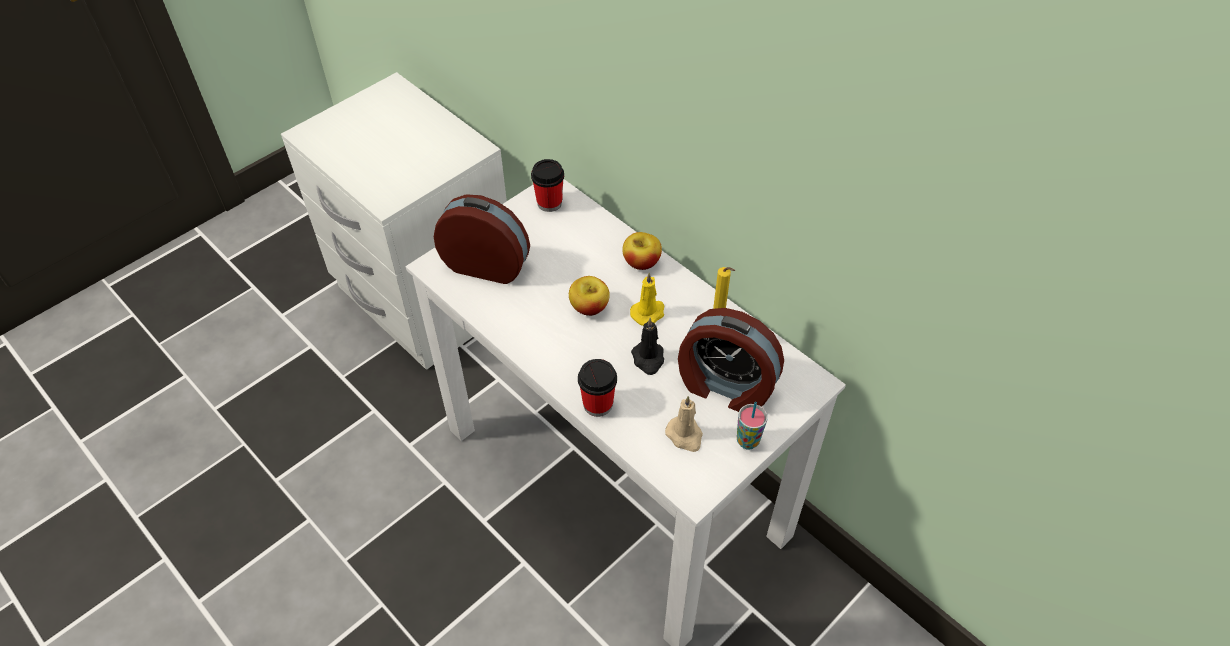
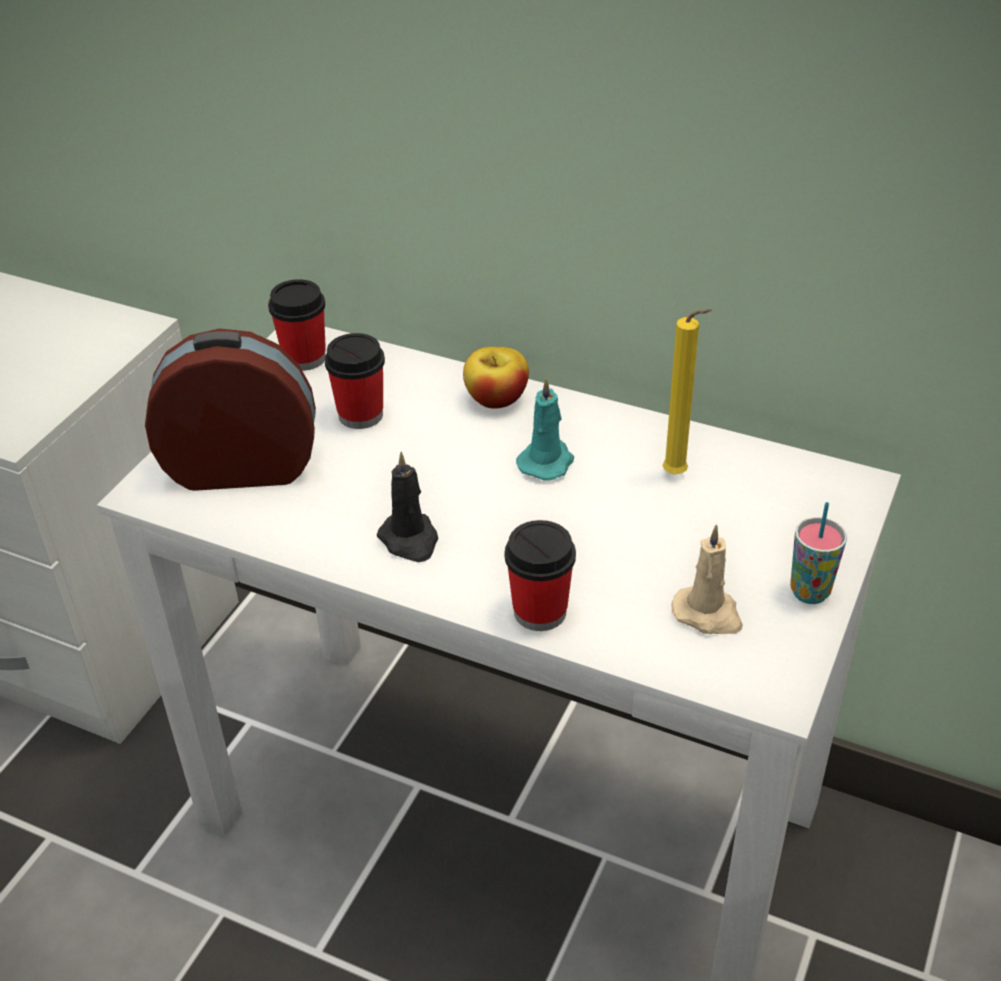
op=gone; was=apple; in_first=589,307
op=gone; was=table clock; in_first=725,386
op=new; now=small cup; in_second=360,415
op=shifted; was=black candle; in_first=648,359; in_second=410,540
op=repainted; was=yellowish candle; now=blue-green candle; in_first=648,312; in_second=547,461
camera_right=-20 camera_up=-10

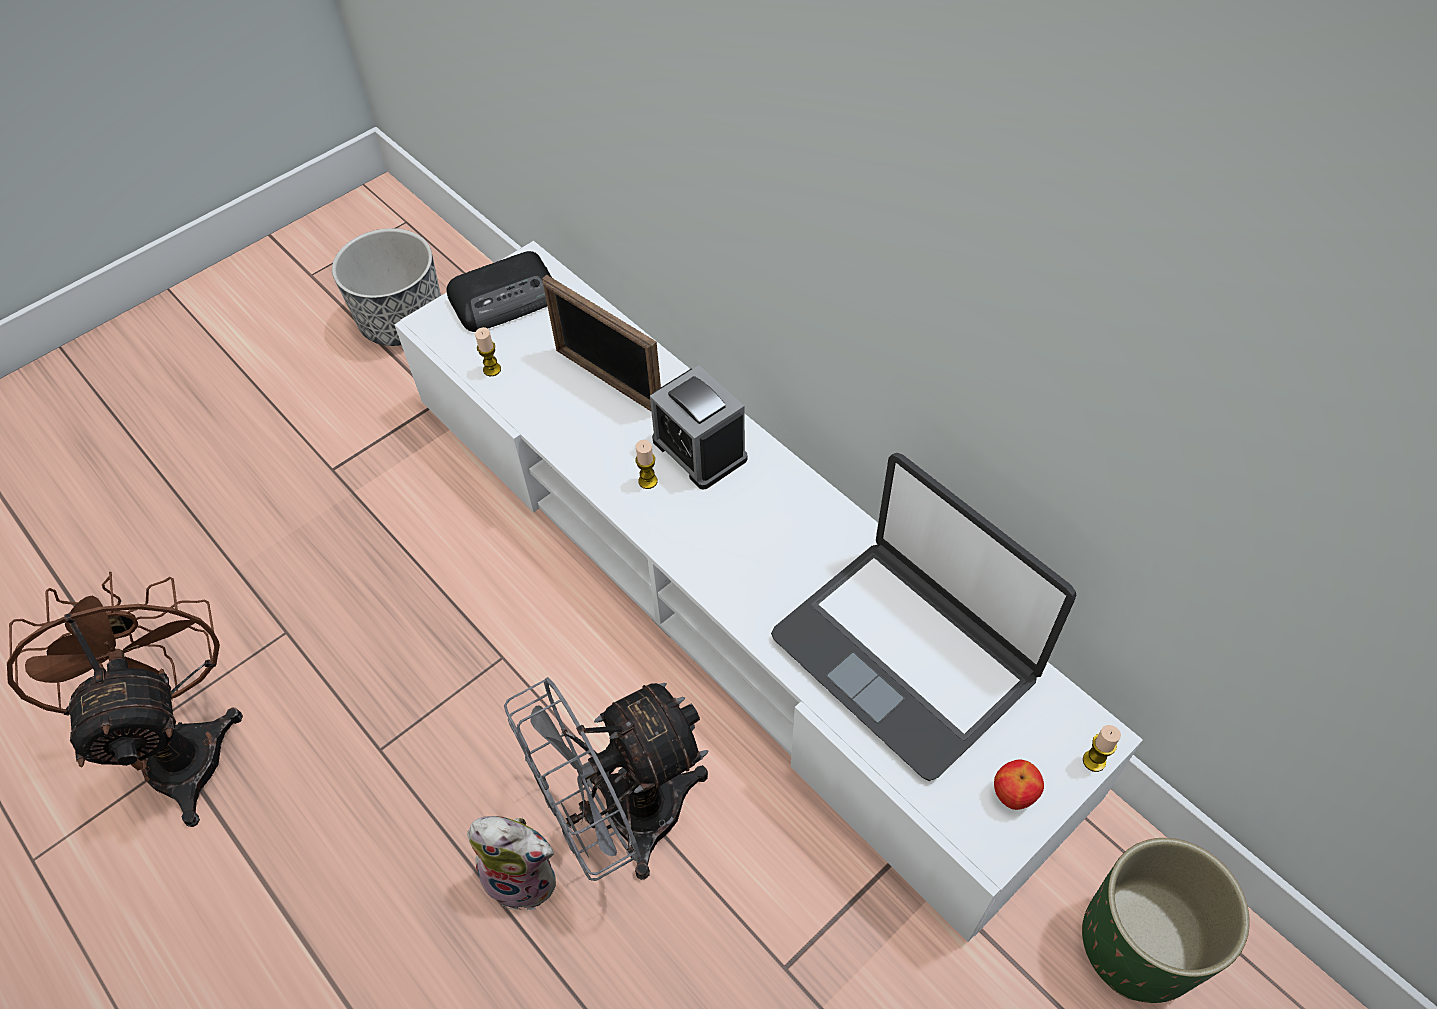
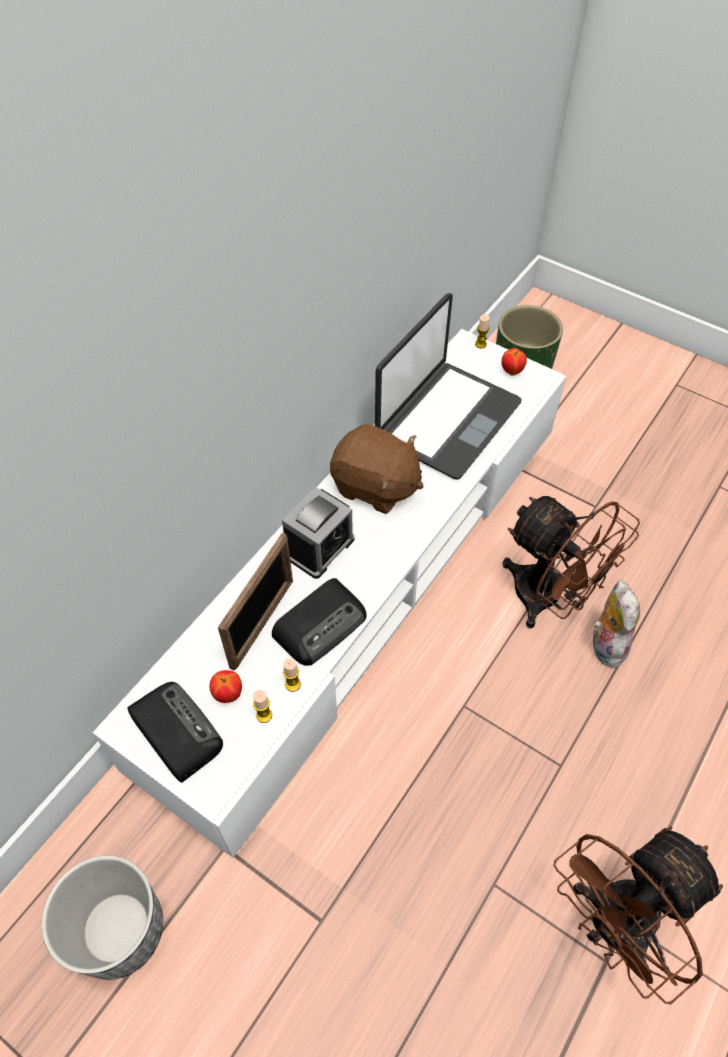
op=new; now=apple; in_second=228,694
op=new; now=radio set; in_second=321,624
op=new; now=brown cuddly toy; in_second=375,487
op=shifted; was=candle; in_first=648,481; in_second=293,684
op=repainted; was=greyish electric fan; now=brown electric fan; in_first=623,819; in_second=549,599
camera_right=-105 camera_up=0

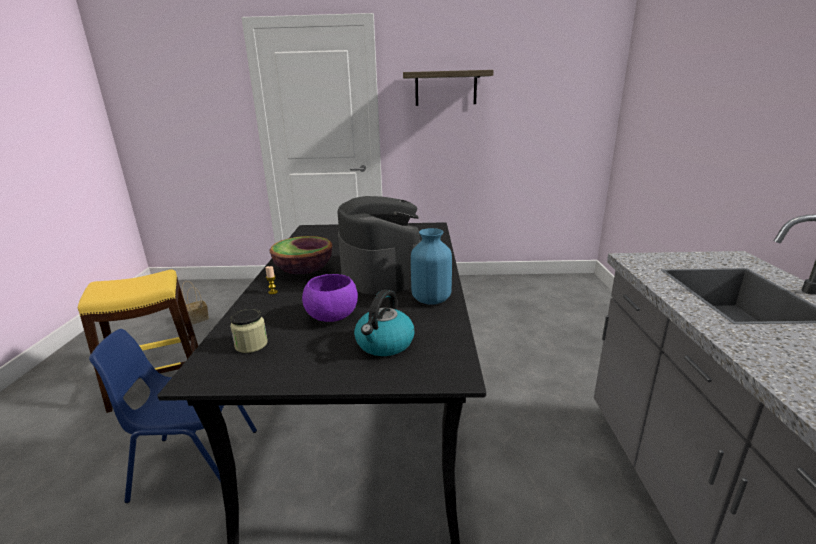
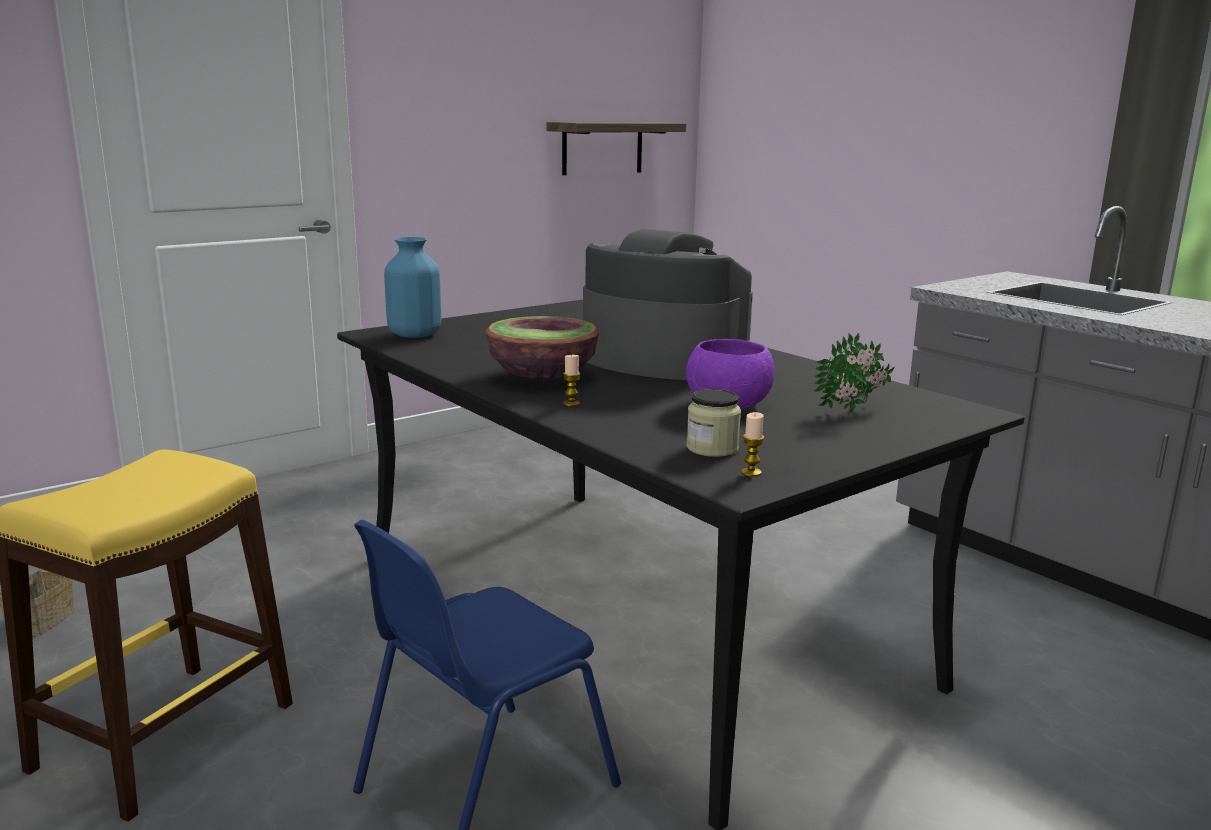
op=new; now=candle; in_second=751,473
op=shifted; was=bracket shelf; in_first=445,88; in_second=602,148
op=shifted; was=blue flower vase; in_first=431,299; in_second=414,335
op=swapped; was=water kettle; now=houseplant; in_first=384,344; in_second=855,410
camera_right=-40 camera_up=-5

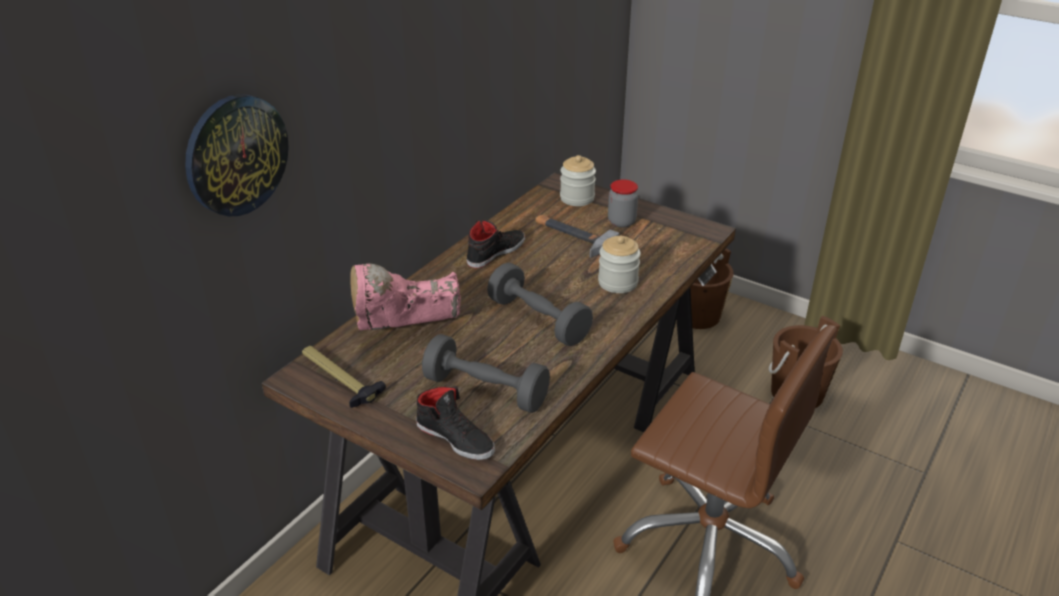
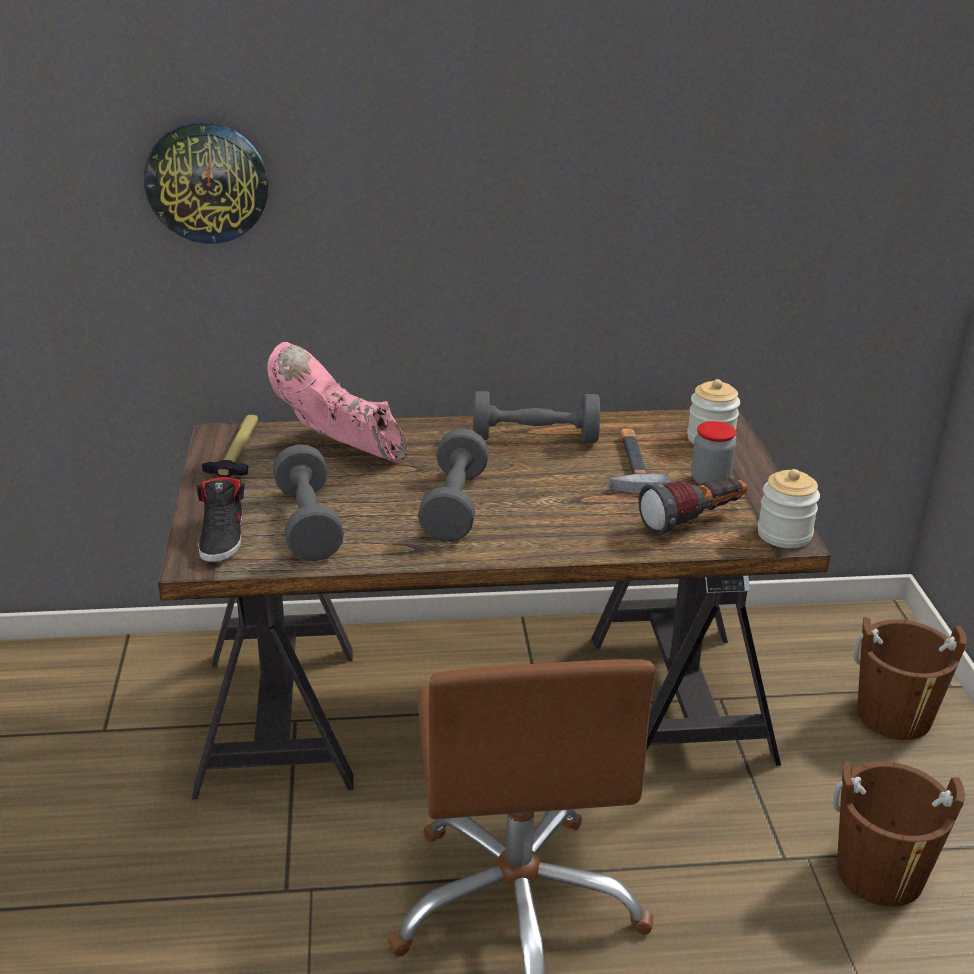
op=new; now=hand torch; in_second=694,521
op=shifted; was=storage jar; in_first=617,282; in_second=784,534
op=swapped; was=black low shoe; now=greyish dumbbell; in_first=495,252; in_second=535,438
camera_right=50 camera_up=-5

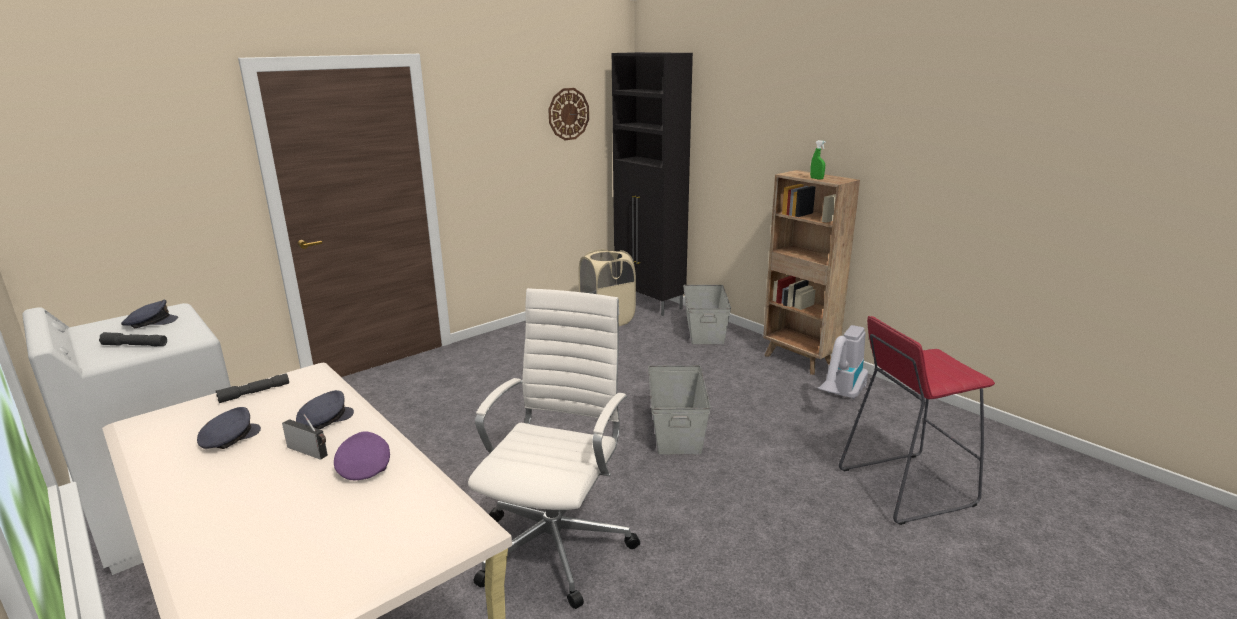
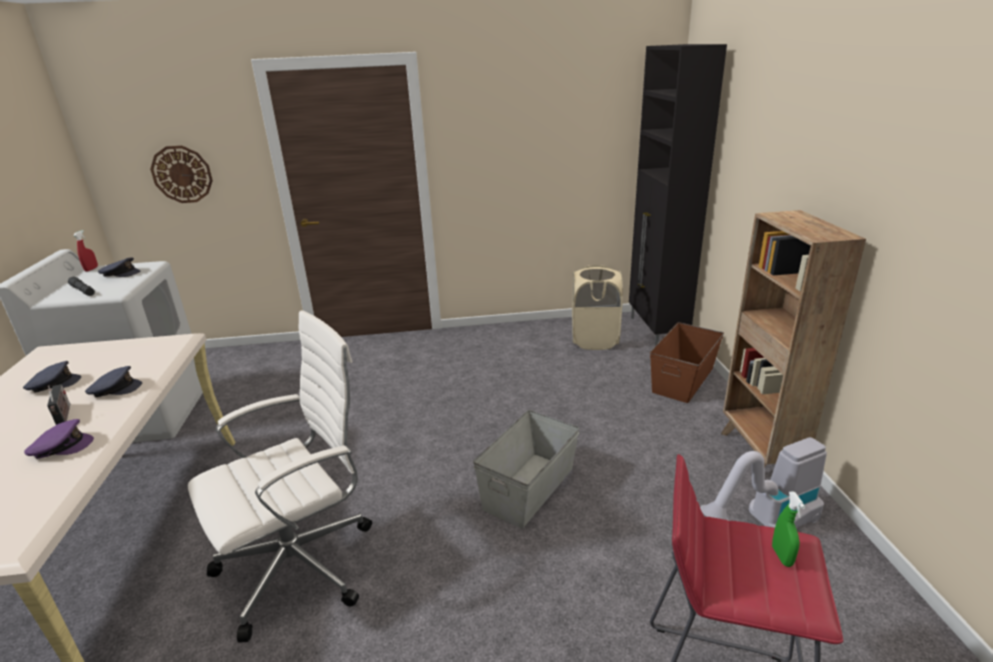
op=gone; was=greyish hand torch; in_first=254,393
op=new; now=reddish hand sprayer; in_second=91,269
op=shifted; was=clock on the wall; in_first=568,114; in_second=182,174
op=shifted; was=green-coloured hand sprayer; in_first=816,178; in_second=782,556
op=repainted; was=greyish storage box; now=brown storage box; in_first=705,330; in_second=683,380
op=rotated; was=purplish cap; in_first=364,467; in_second=61,447; clockwise=60
camera_right=35 camera_up=5

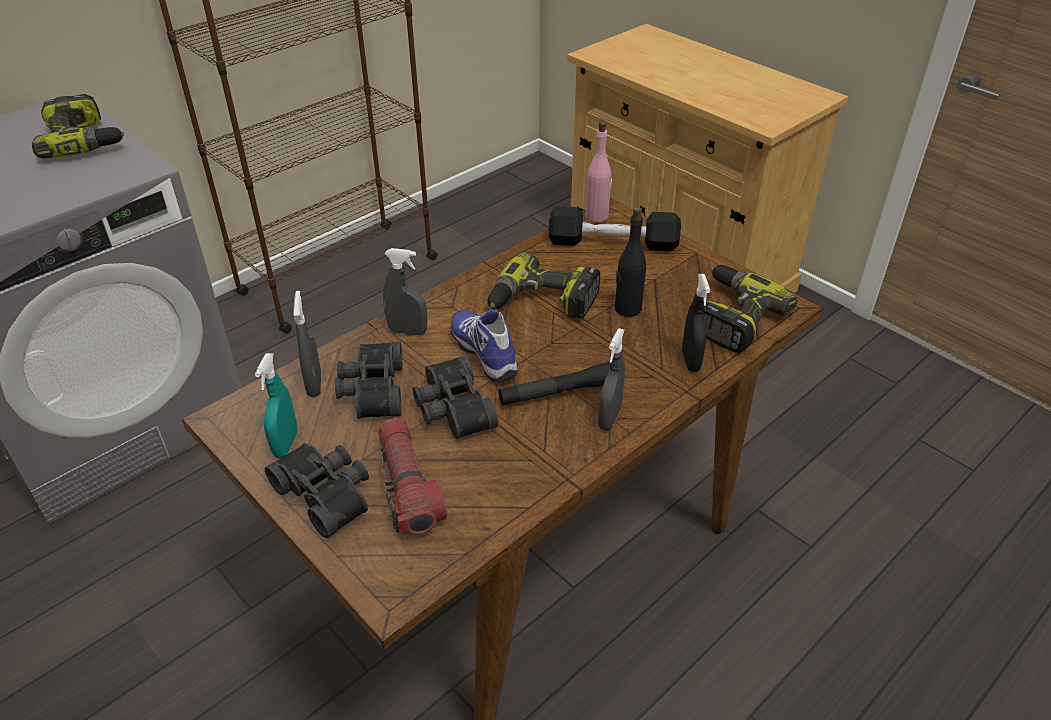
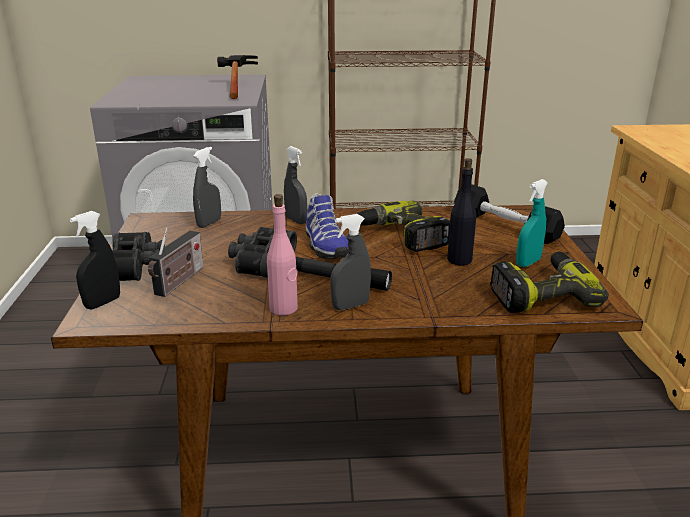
op=gone; was=black pair of binoculars; in_first=371,390
op=shifted; was=blue-green hand sprayer; in_first=285,444; in_second=528,263
op=shifted; was=pink-coloured drink bottle; in_first=597,216; in_second=284,308
op=shifted; was=black hand sprayer; in_first=690,361; in_second=102,303
op=swapped; was=electric drill; now=hand hammer; in_first=84,141; in_second=235,88
op=swapped; was=hand torch; now=radio set; in_first=408,487; in_second=178,282
op=rotated; was=low shoe; in_first=486,353; in_second=324,245; clockwise=150
camera_right=40 camera_up=-15

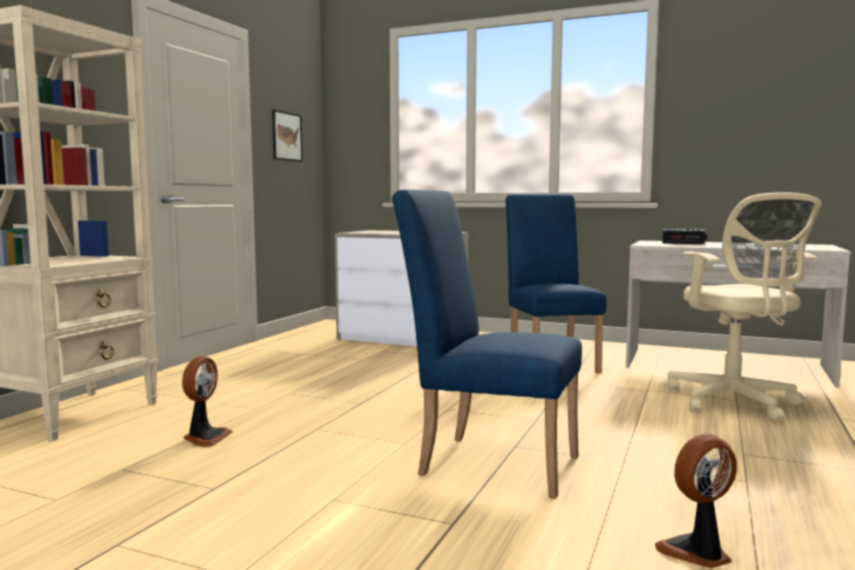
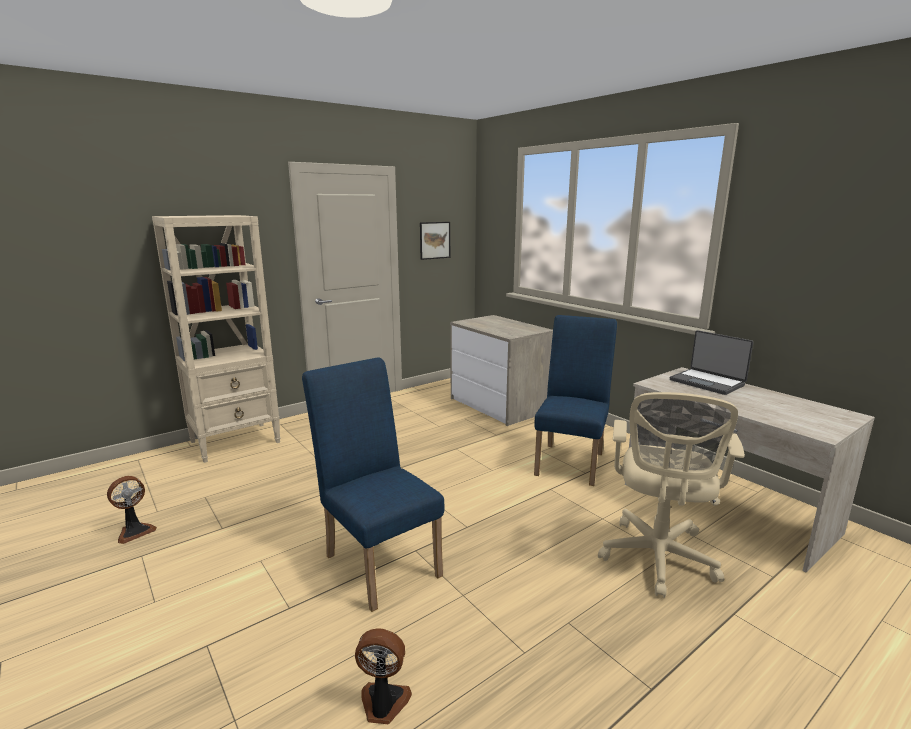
op=shifted; was=electric fan; in_first=205,437; in_second=135,531
op=swapped; was=table clock; now=portable computer; in_first=683,242; in_second=707,382
camera_right=30 camera_up=10

